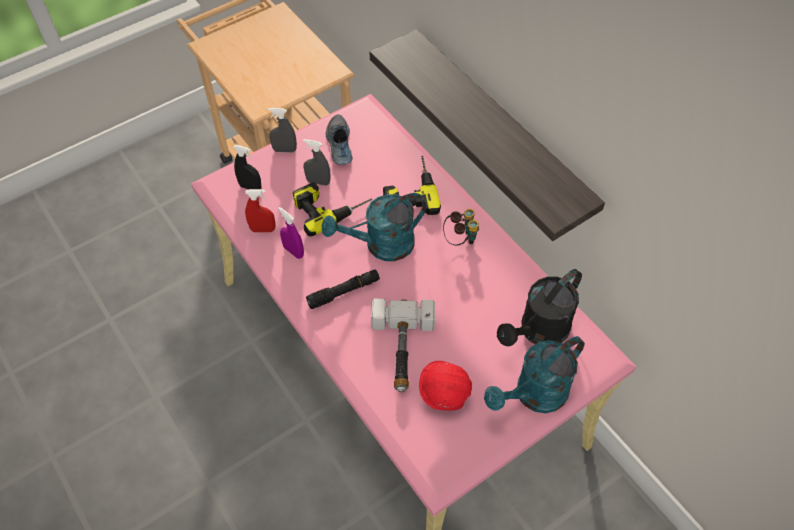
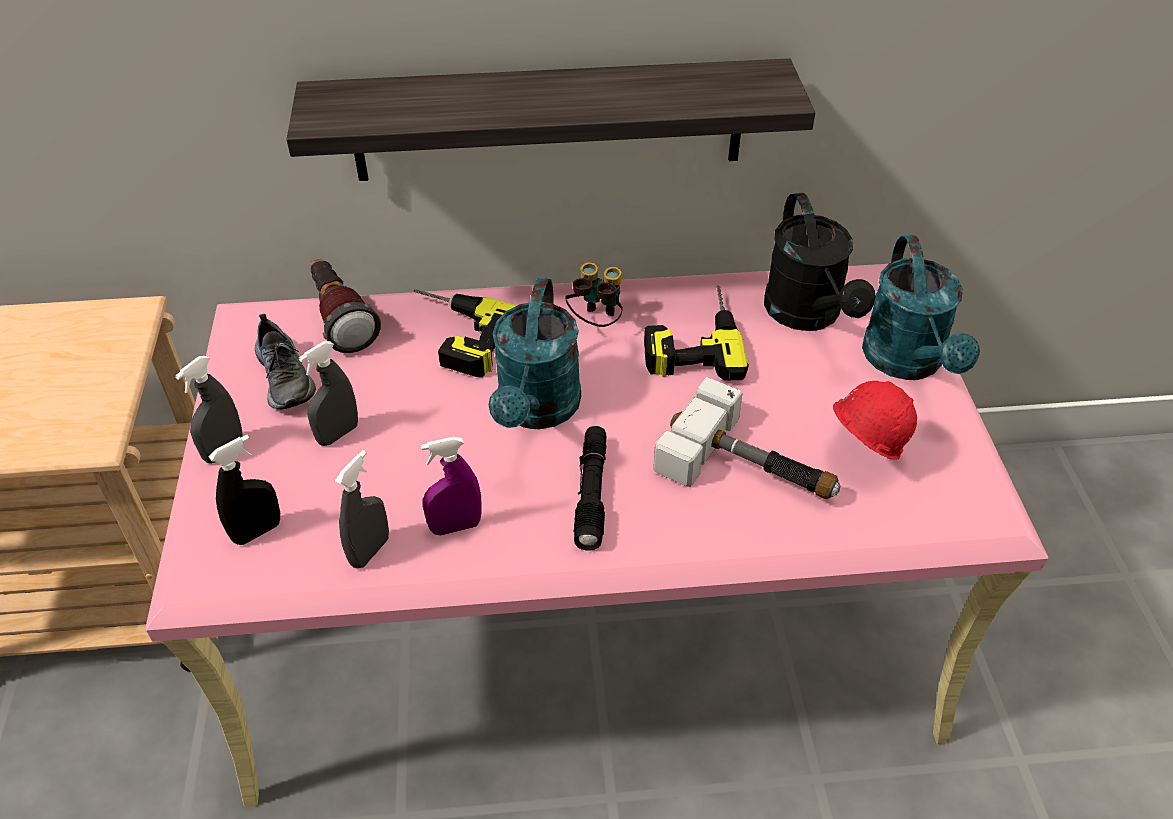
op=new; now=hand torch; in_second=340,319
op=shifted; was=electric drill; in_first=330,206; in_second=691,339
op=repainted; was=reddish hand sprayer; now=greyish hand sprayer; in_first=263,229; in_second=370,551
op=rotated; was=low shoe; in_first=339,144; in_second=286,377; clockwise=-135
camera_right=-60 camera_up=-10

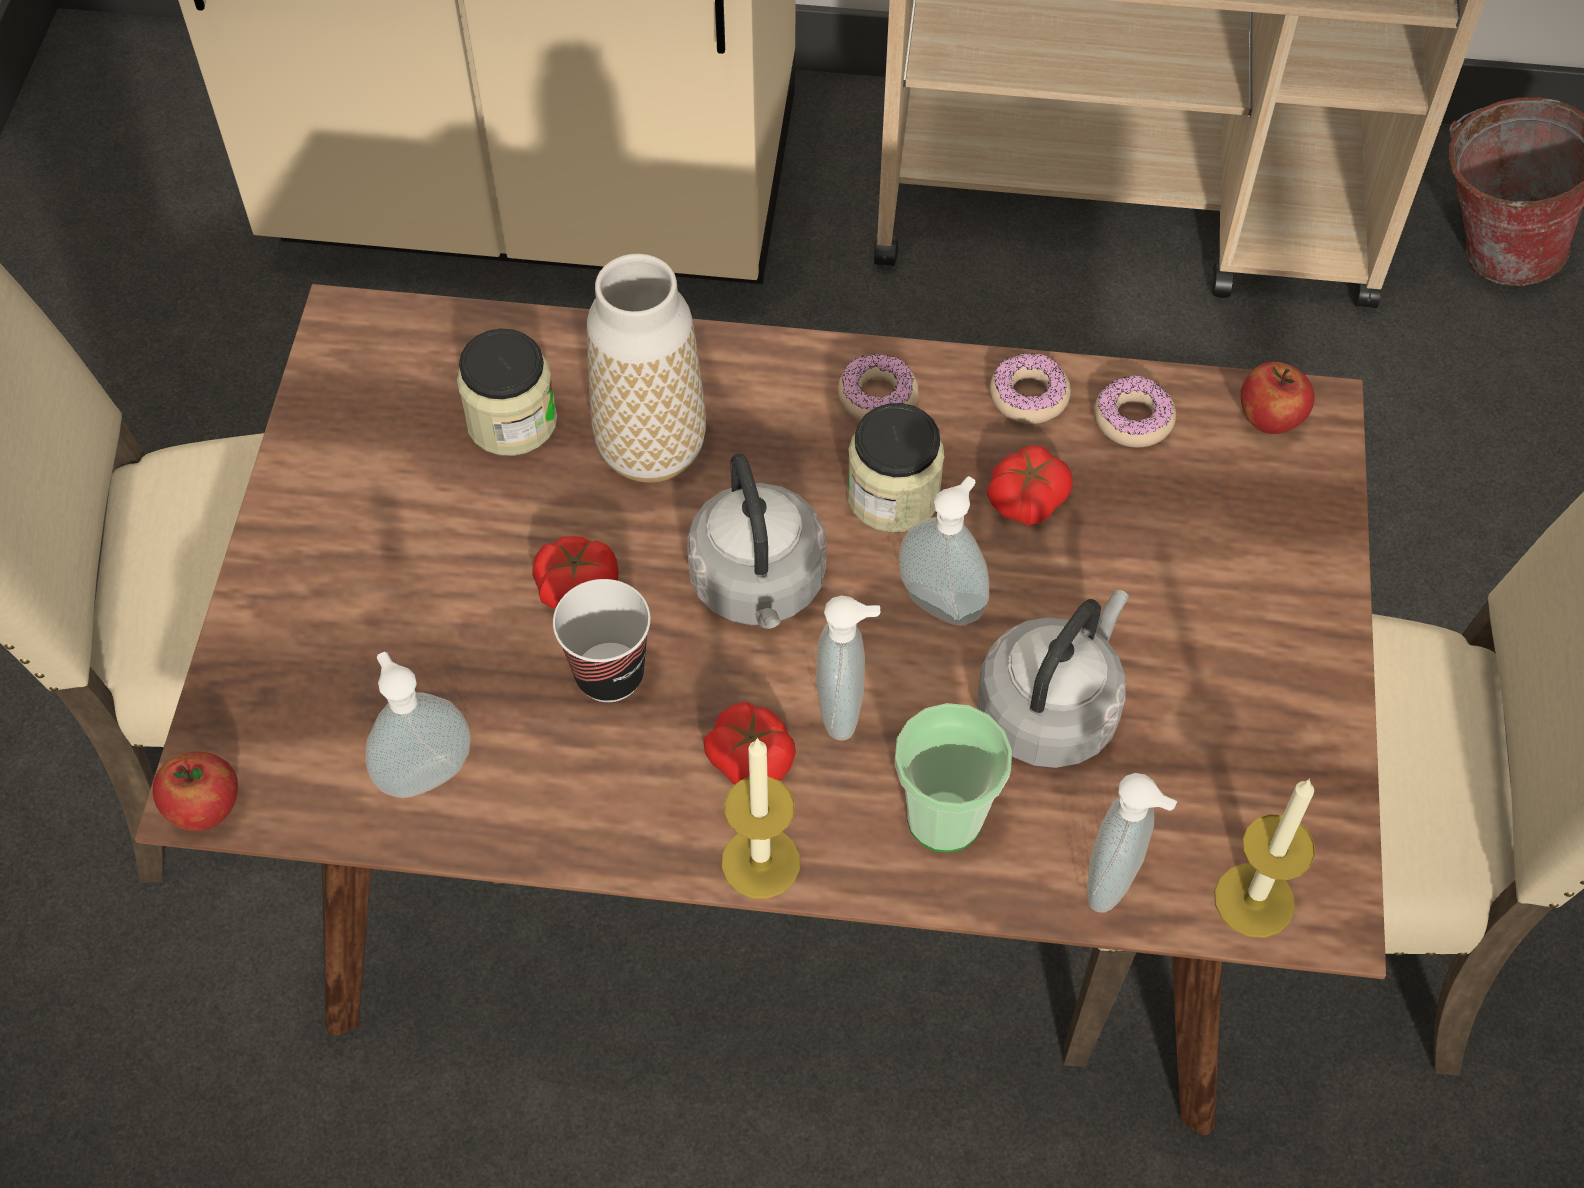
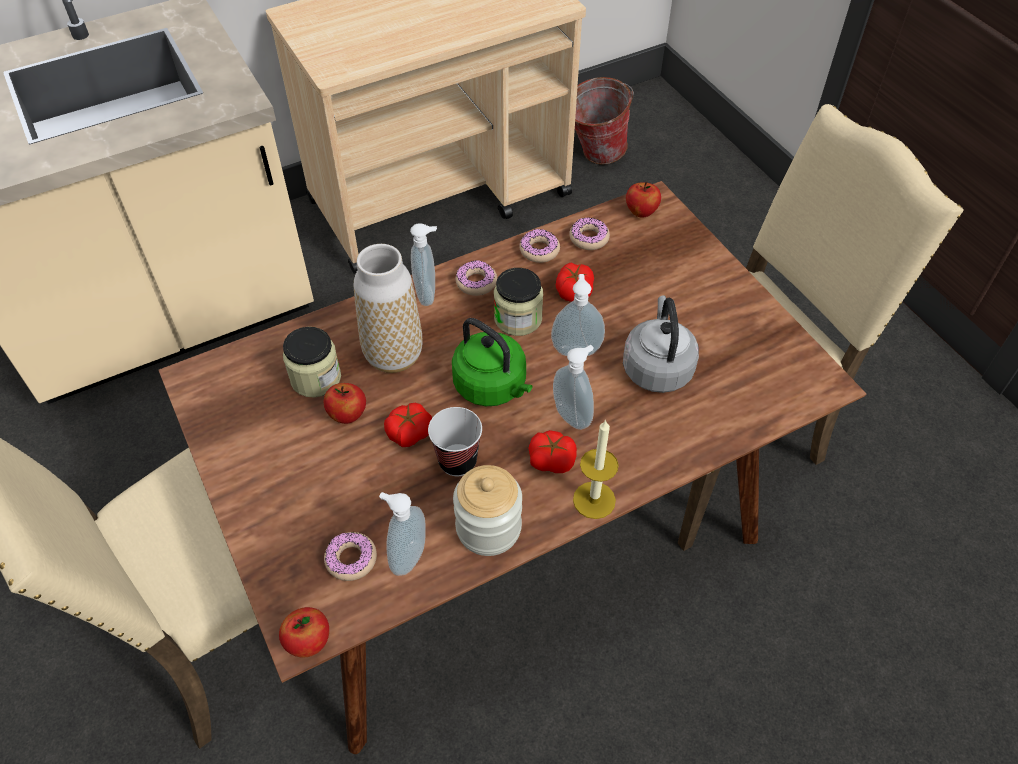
op=gone; was=small cup; in_first=944,818
op=gone; was=candle; in_first=1254,900
op=new; now=apple; in_second=348,415
op=new; now=ring doughnut; in_second=351,559
op=new; now=storage jar; in_second=488,528
op=shifted; was=liquid soap bottle; in_first=1116,881; in_second=428,294
op=repainted; was=greyish water kettle; now=green-coloured water kettle; in_first=759,587; in_second=493,387
camera_right=-35 camera_up=-5

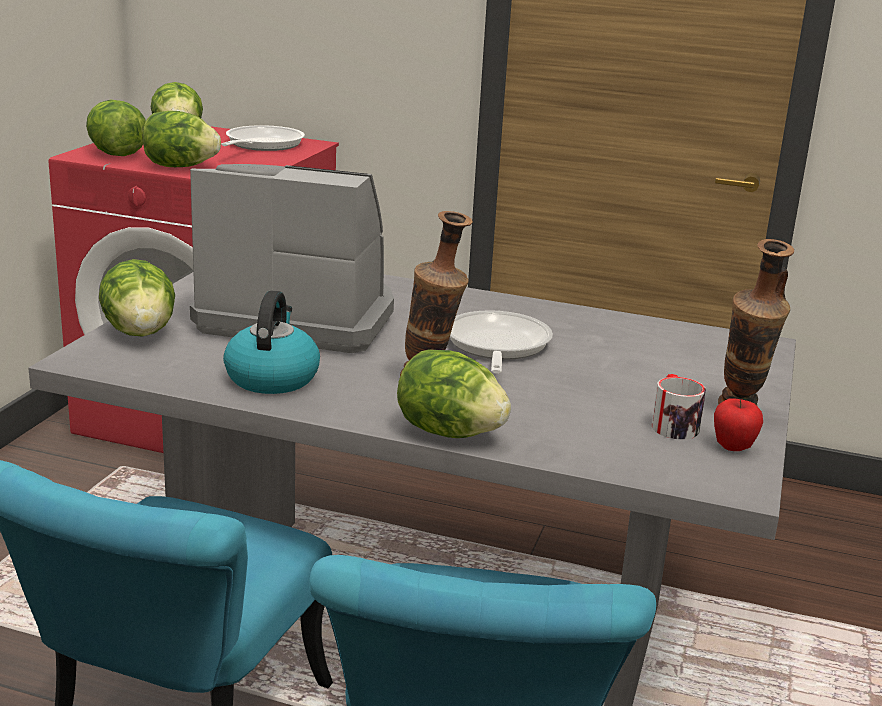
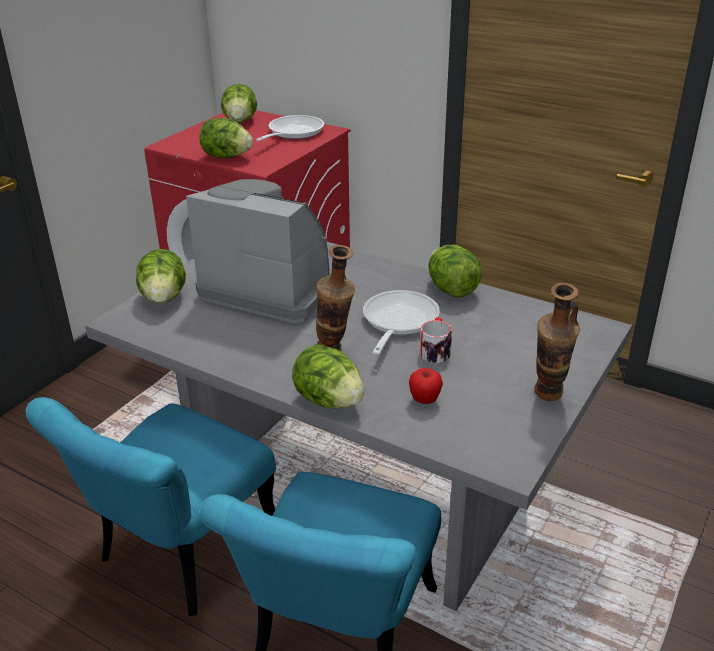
op=gone; was=water kettle; in_first=272,377
op=shifted; was=head of lettuce; in_first=116,154; in_second=452,290
op=shifted; was=coffee mug; in_first=673,424; in_second=435,350
op=shifted; was=apple; in_first=733,448; in_second=424,400
camera_right=15 camera_up=10

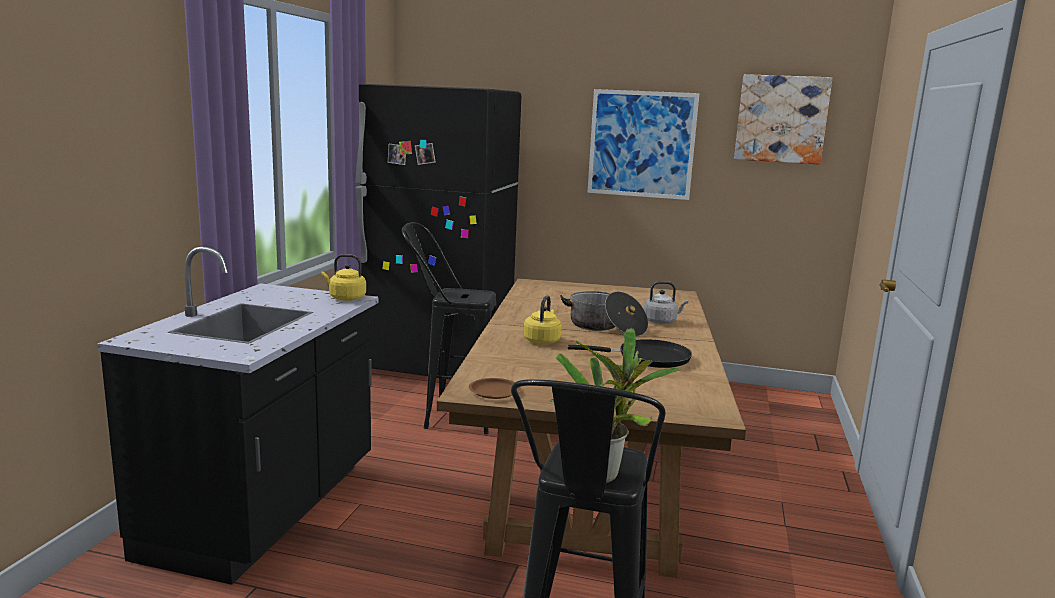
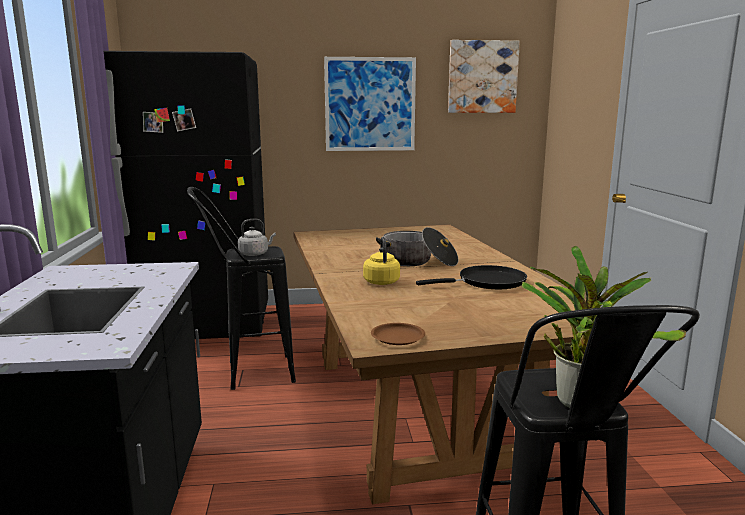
op=gone; was=yellowish water kettle; in_first=345,298
op=shifted; was=greyish water kettle; in_first=661,321; in_second=255,254
camera_right=-20 camera_up=0

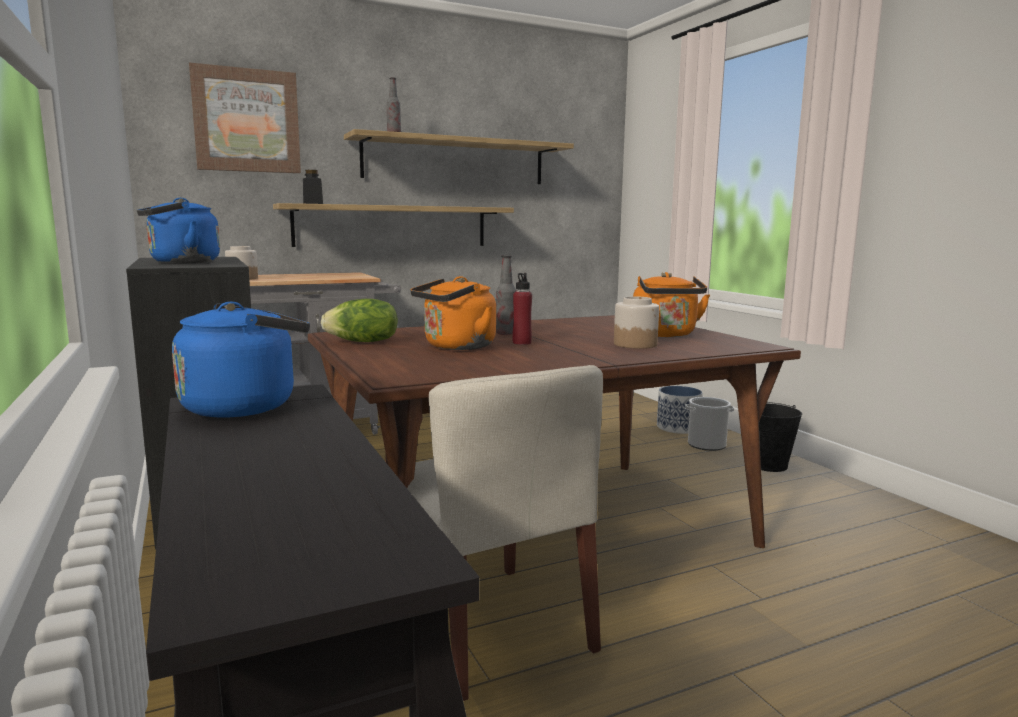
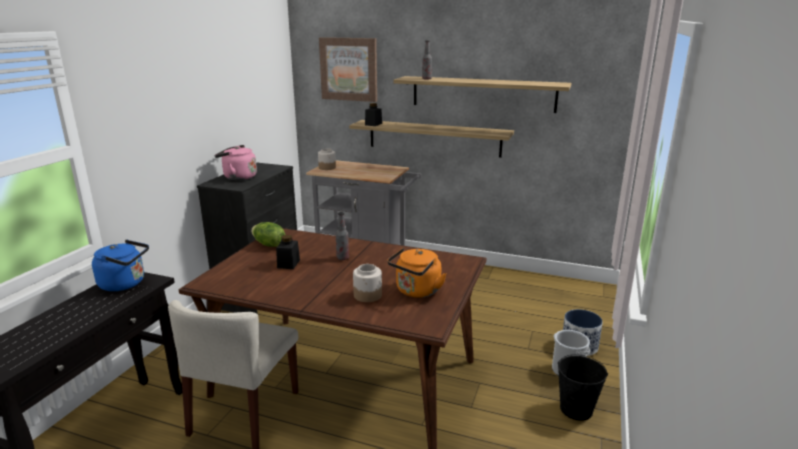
op=gone; was=reddish drink bottle; in_first=521,343
op=swapped; was=orange-coloured water kettle; now=black storage jar; in_first=456,347; in_second=288,264
op=repainted; was=blue water kettle; now=pink-coloured water kettle; in_first=180,262; in_second=238,177
camera_right=45 camera_up=10

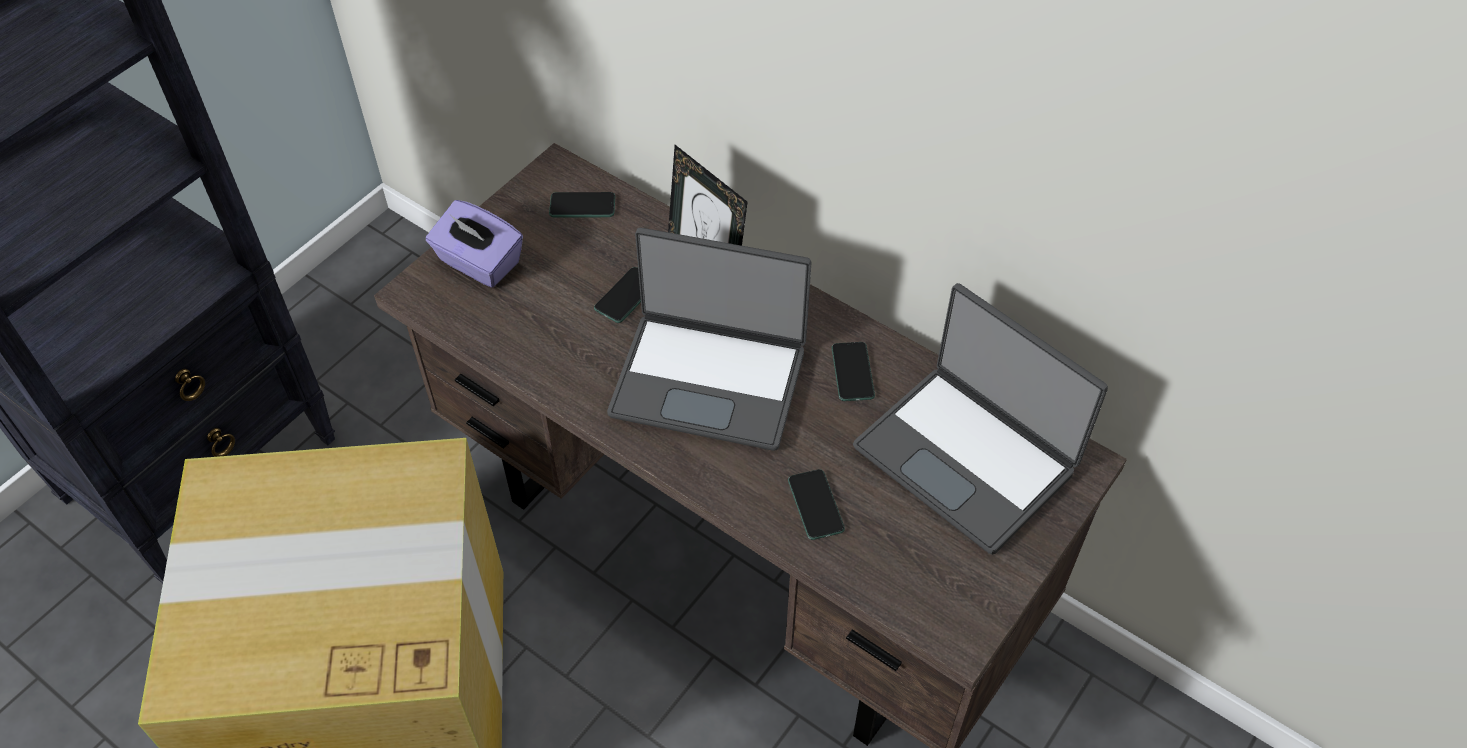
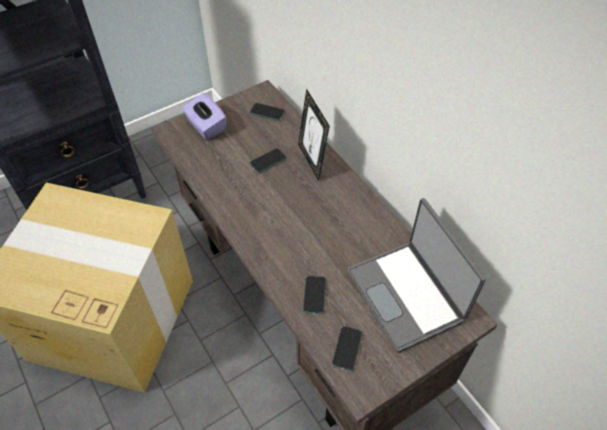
op=gone; was=portable computer; in_first=709,380
op=shifted; was=telephone; in_first=852,372; in_second=347,348
camera_right=20 camera_up=0

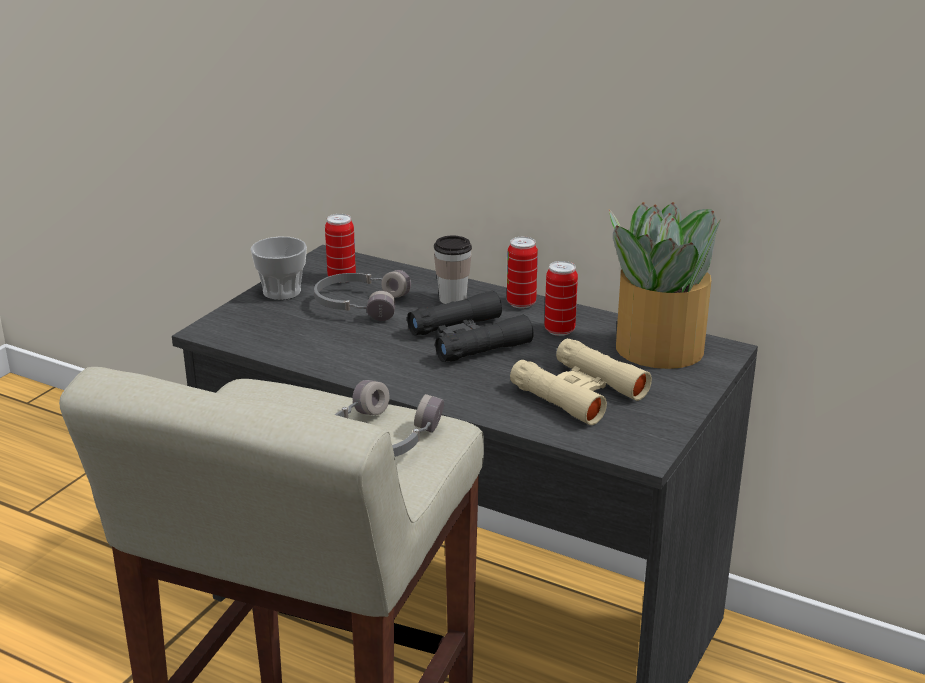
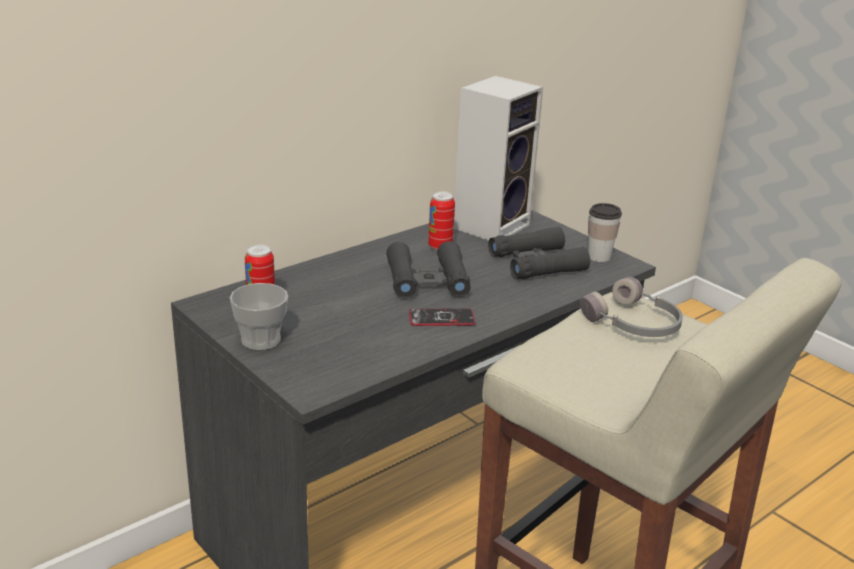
op=gone; was=greyish pair of headphones; in_first=360,304
op=gone; was=metal can; in_first=521,303
op=new; now=telephone; in_second=441,319
op=shifted; was=small cup; in_first=453,299; in_second=599,257
op=swapped; was=houseplant; now=speaker; in_first=657,348; in_second=491,225
op=repainted; was=sand-coloured pair of binoculars; now=black pair of binoculars; in_first=579,392; in_second=537,263
camera_right=-70 camera_up=0

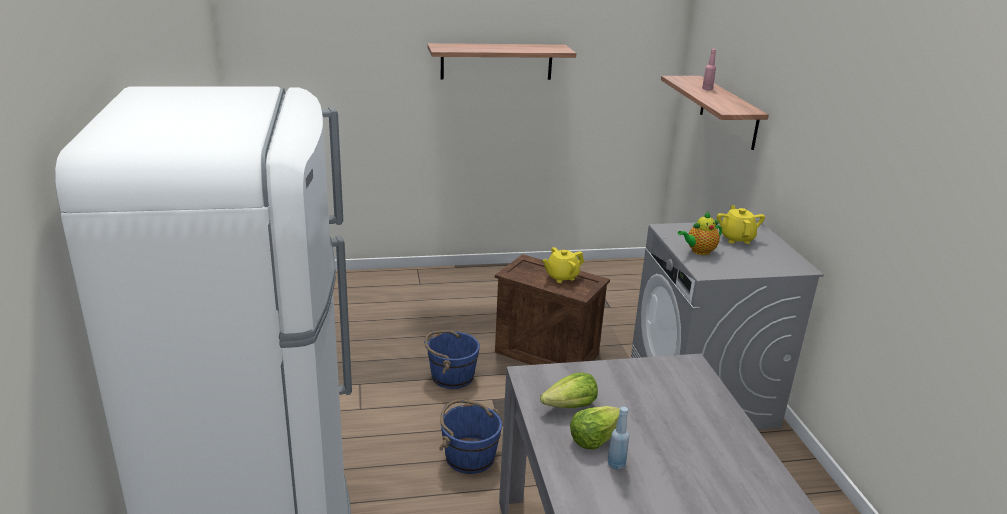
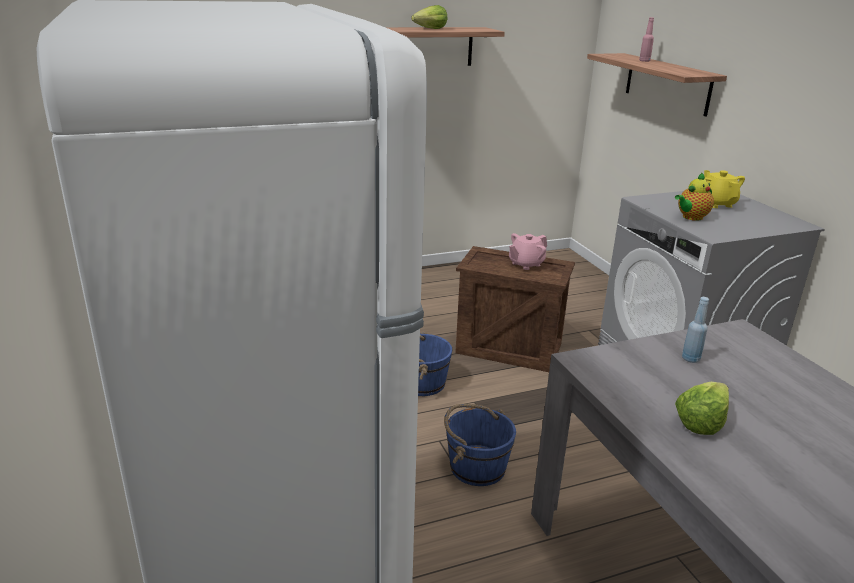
op=shifted; was=head of lettuce; in_first=570,406; in_second=430,29
op=shifted; was=blue drink bottle; in_first=616,464; in_second=690,359
op=repainted; was=yellowish pot for tea; now=pink-coloured pot for tea; in_first=561,277; in_second=525,264
camera_right=-10 camera_up=0

